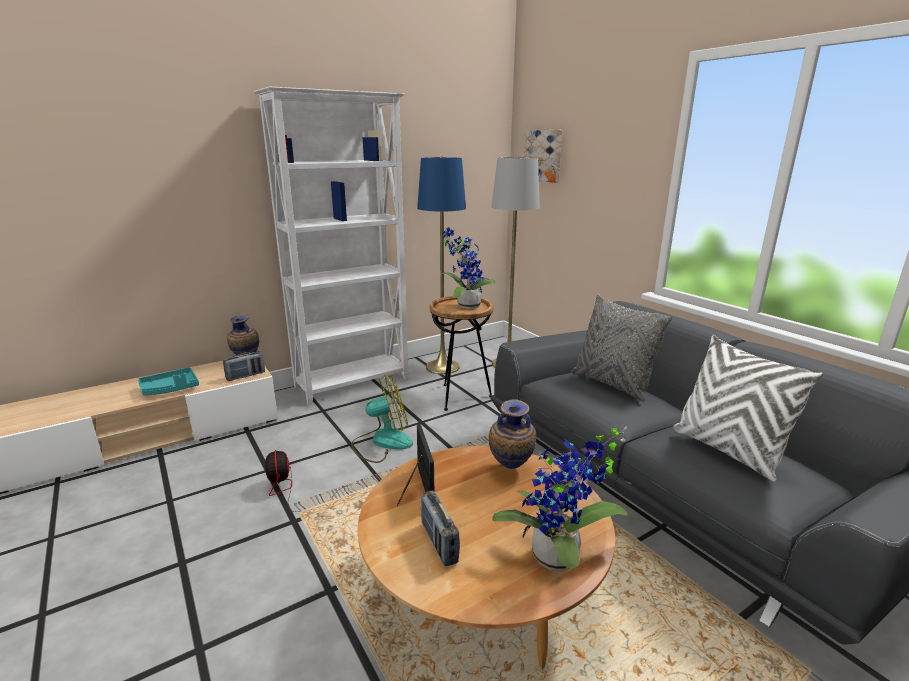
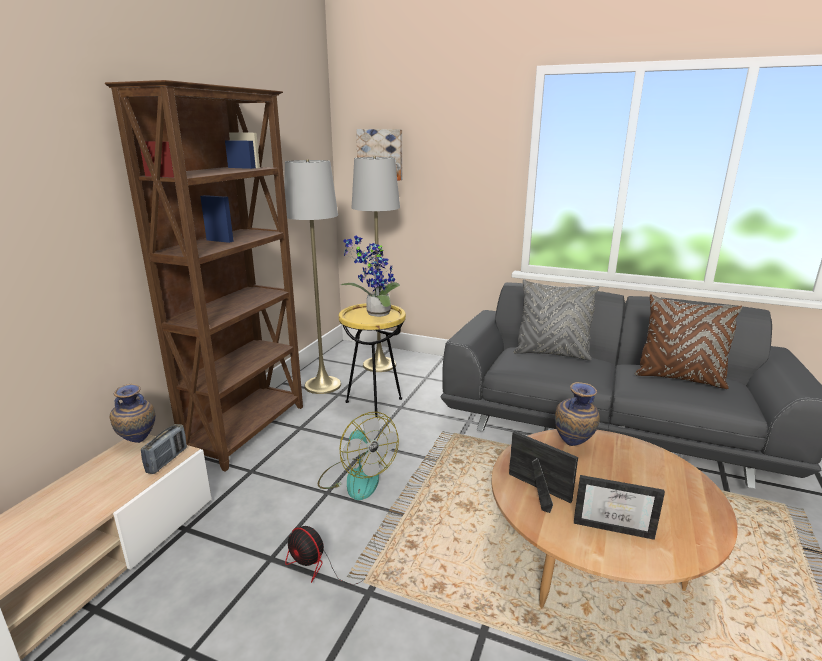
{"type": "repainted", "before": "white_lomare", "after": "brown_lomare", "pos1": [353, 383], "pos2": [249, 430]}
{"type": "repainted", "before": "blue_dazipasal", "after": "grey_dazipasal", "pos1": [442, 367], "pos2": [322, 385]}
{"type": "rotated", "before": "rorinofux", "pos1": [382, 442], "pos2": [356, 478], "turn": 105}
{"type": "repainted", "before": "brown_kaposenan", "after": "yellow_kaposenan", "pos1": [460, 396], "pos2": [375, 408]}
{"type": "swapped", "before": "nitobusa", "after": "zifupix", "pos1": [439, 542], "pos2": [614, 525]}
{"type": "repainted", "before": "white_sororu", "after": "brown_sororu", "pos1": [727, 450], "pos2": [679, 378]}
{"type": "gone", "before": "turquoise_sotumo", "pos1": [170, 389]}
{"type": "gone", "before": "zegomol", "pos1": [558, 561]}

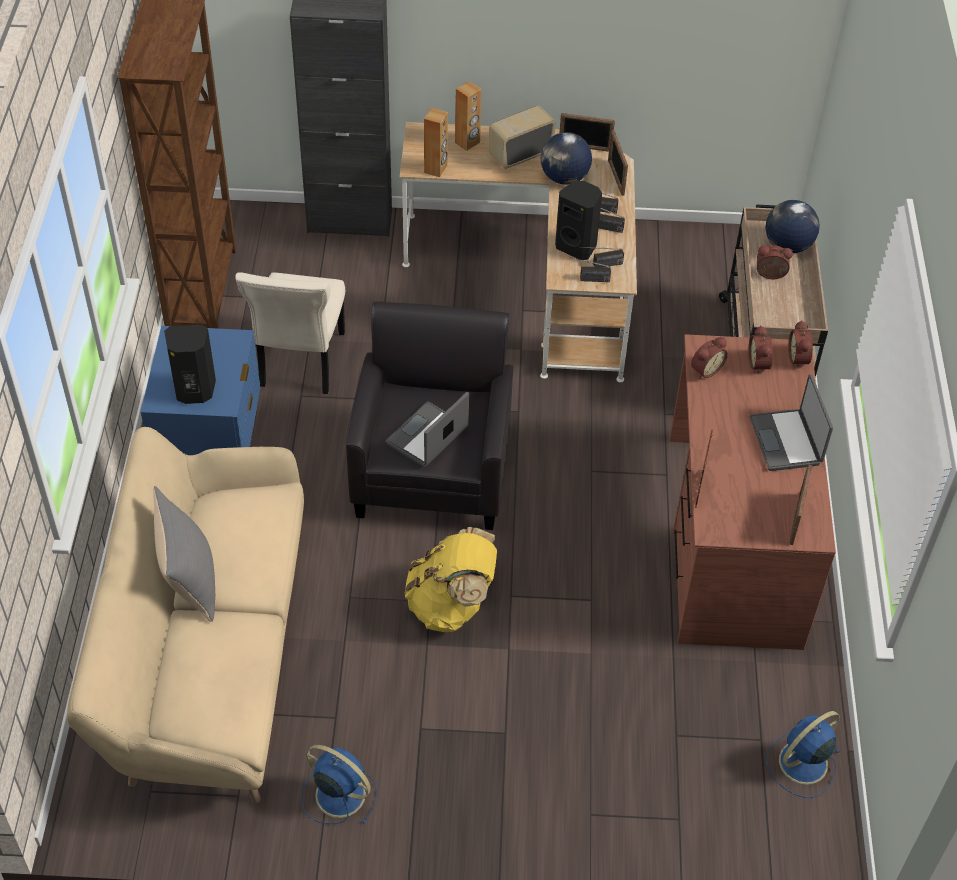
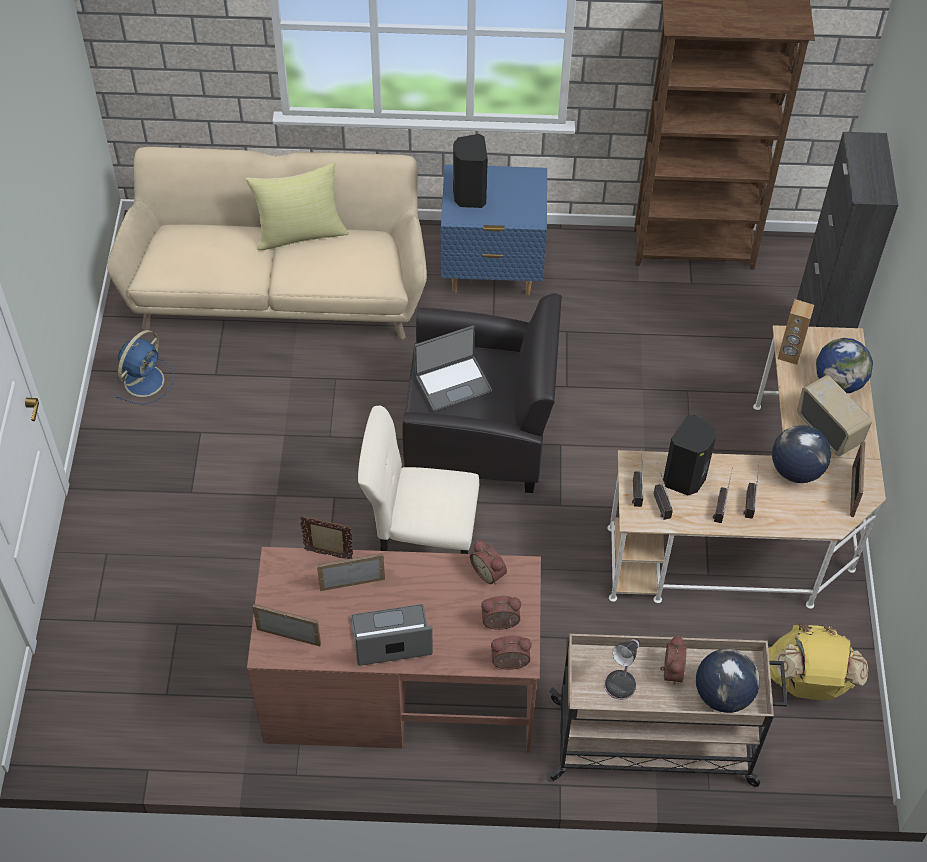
{"type": "repainted", "before": "grey_sororu", "after": "yellow_sororu", "pos1": [189, 579], "pos2": [300, 233]}
{"type": "shifted", "before": "zifupix", "pos1": [616, 177], "pos2": [352, 583]}
{"type": "shifted", "before": "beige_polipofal", "pos1": [300, 362], "pos2": [420, 541]}
{"type": "rotated", "before": "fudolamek", "pos1": [428, 437], "pos2": [453, 383], "turn": 120}
{"type": "new", "after": "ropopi", "pos2": [621, 683]}
{"type": "shifted", "before": "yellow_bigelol", "pos1": [451, 605], "pos2": [808, 681]}
{"type": "swapped", "before": "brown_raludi", "after": "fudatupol", "pos1": [467, 142], "pos2": [838, 382]}
{"type": "gone", "before": "blue_rorinofux", "pos1": [801, 764]}

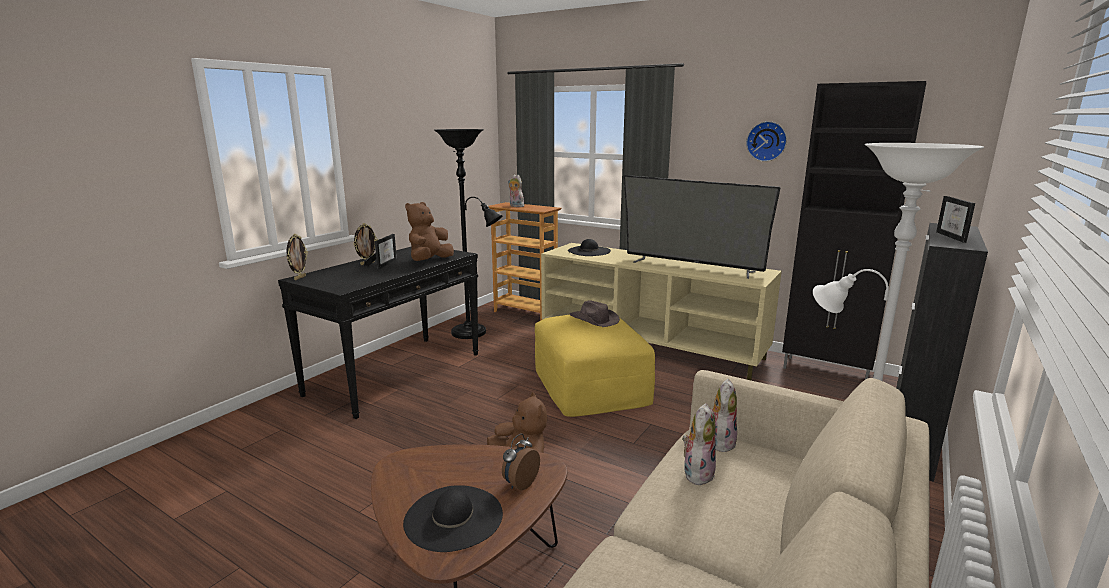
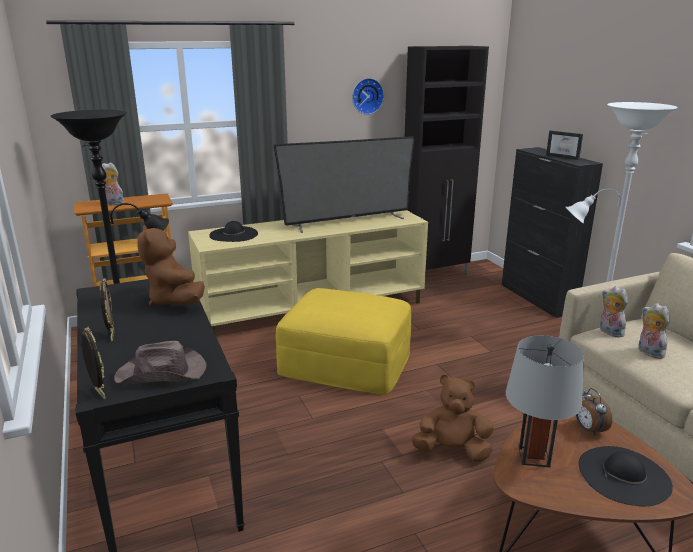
{"type": "shifted", "before": "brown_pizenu", "pos1": [594, 320], "pos2": [162, 373]}
{"type": "new", "after": "grey_ropopi", "pos2": [534, 457]}
{"type": "gone", "before": "zifupix", "pos1": [384, 264]}

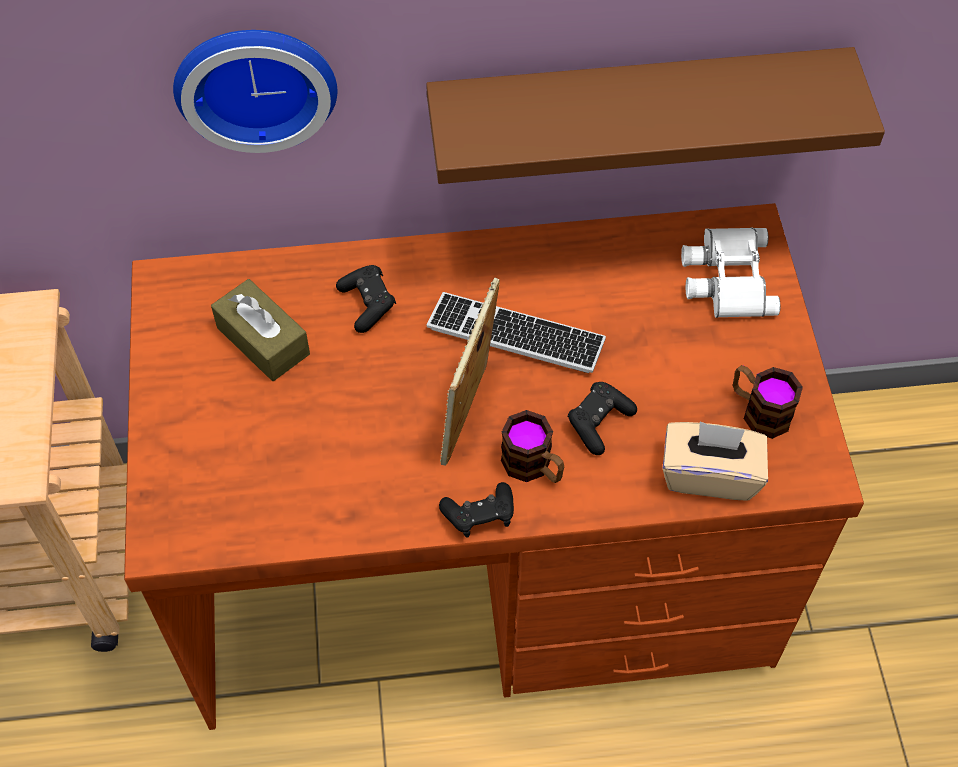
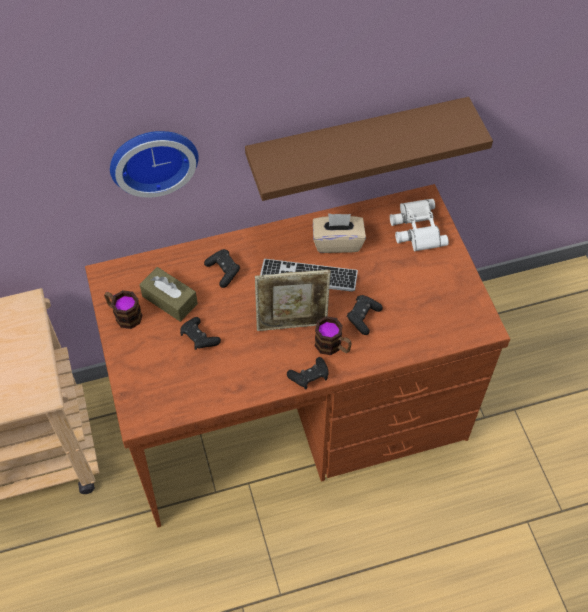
{"type": "shifted", "before": "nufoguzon", "pos1": [758, 411], "pos2": [124, 315]}
{"type": "new", "after": "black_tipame", "pos2": [199, 338]}
{"type": "rotated", "before": "zifupix", "pos1": [469, 415], "pos2": [292, 324], "turn": -105}
{"type": "shifted", "before": "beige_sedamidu", "pos1": [709, 474], "pos2": [337, 242]}

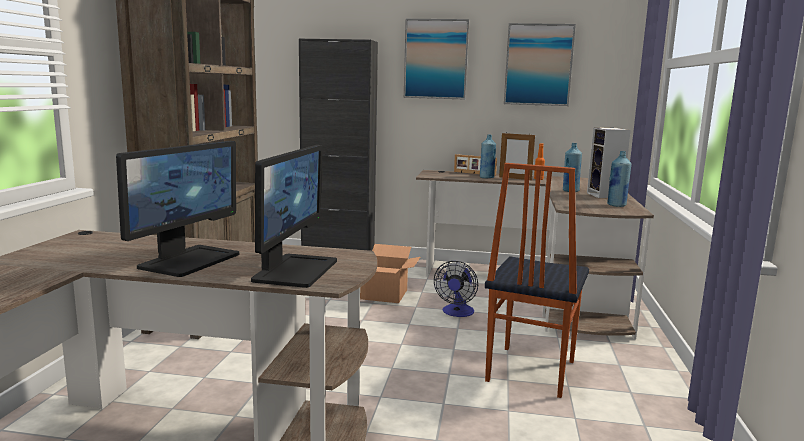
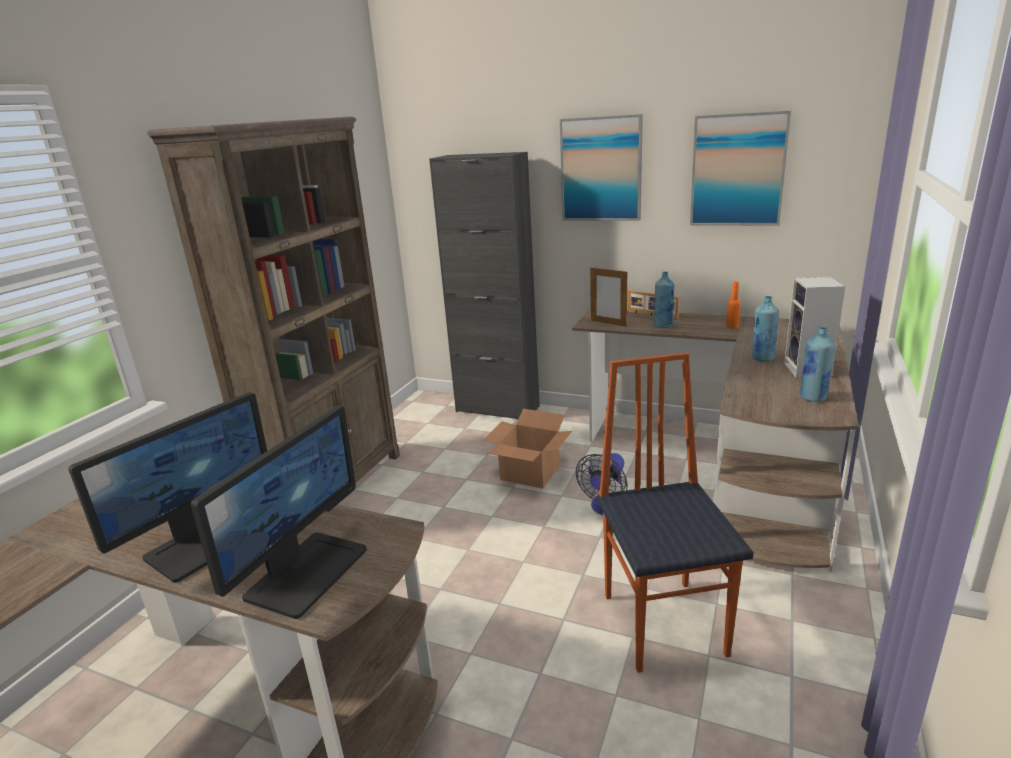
{"type": "shifted", "before": "zifupix", "pos1": [515, 178], "pos2": [608, 323]}
{"type": "rotated", "before": "polipofal", "pos1": [529, 371], "pos2": [665, 623], "turn": 135}

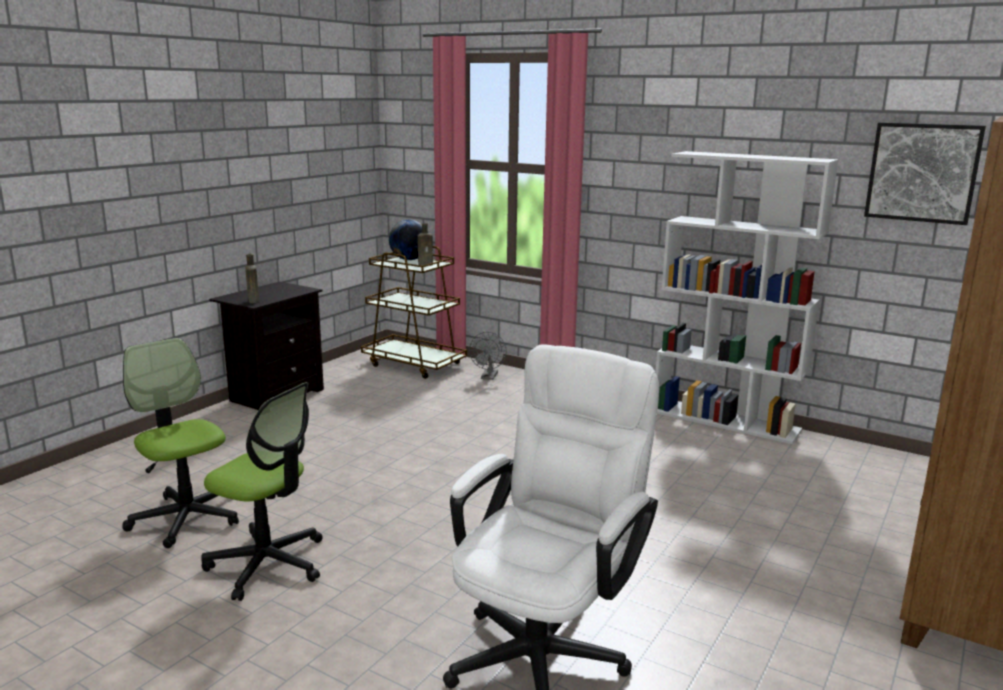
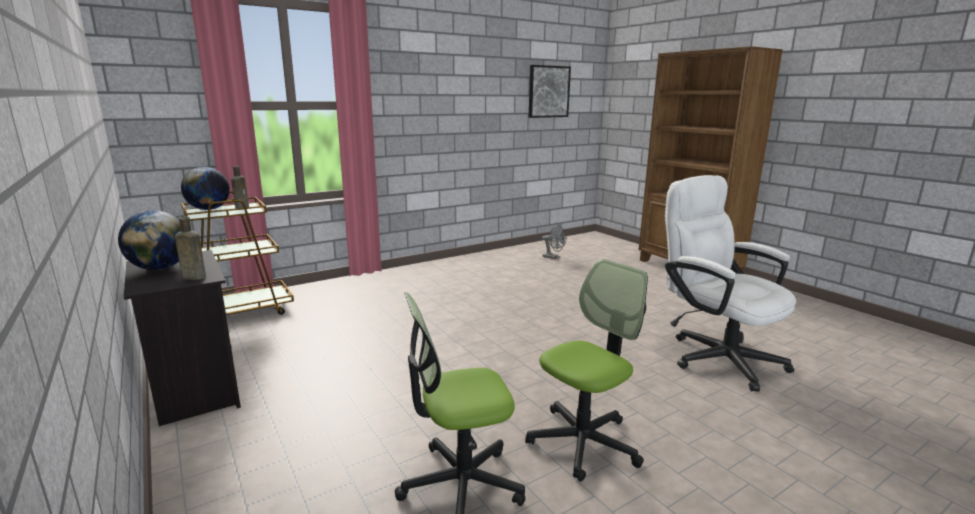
{"type": "new", "after": "fudatupol", "pos2": [160, 268]}
{"type": "shifted", "before": "grey_rorinofux", "pos1": [489, 377], "pos2": [554, 257]}
{"type": "gone", "before": "white_lomare", "pos1": [726, 421]}

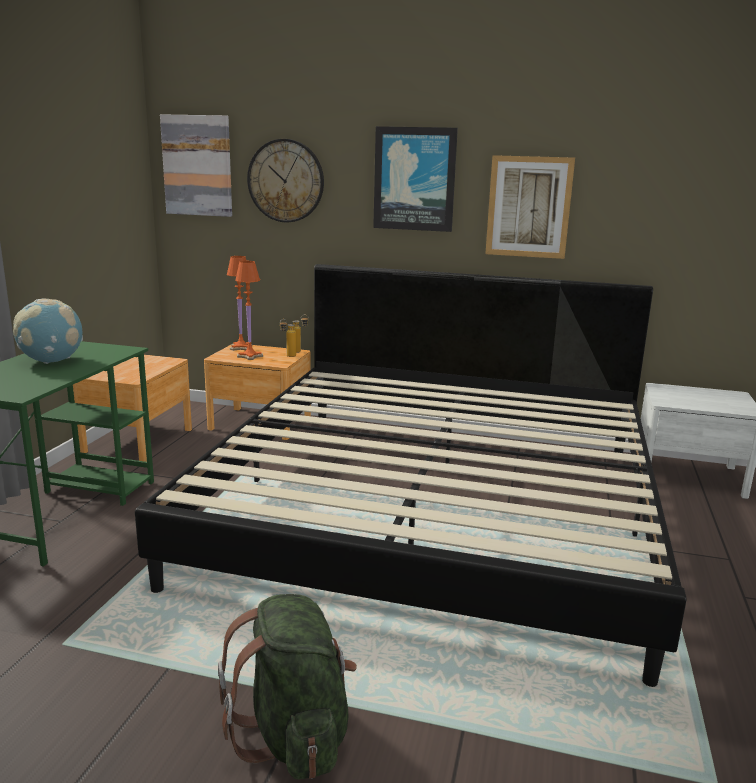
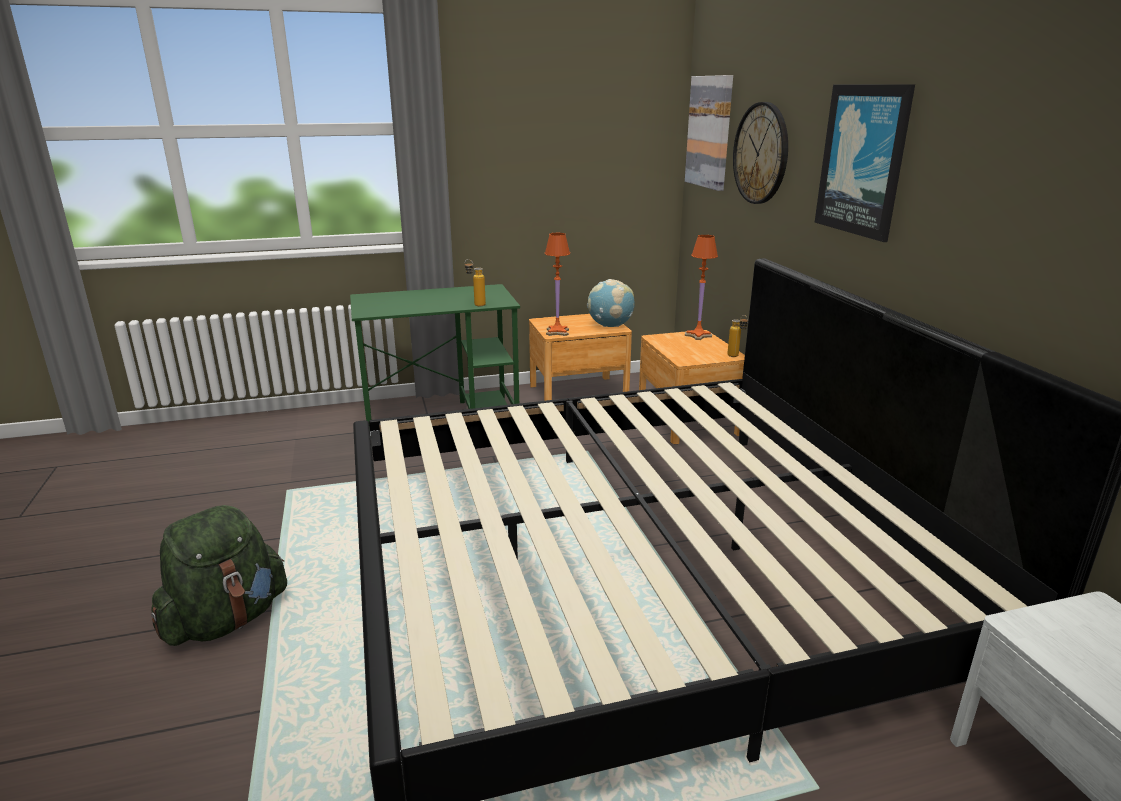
{"type": "shifted", "before": "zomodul", "pos1": [288, 356], "pos2": [475, 304]}
{"type": "shifted", "before": "orange_ropopi", "pos1": [249, 356], "pos2": [557, 332]}
{"type": "shifted", "before": "fudatupol", "pos1": [52, 361], "pos2": [610, 326]}
{"type": "gone", "before": "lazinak", "pos1": [529, 207]}

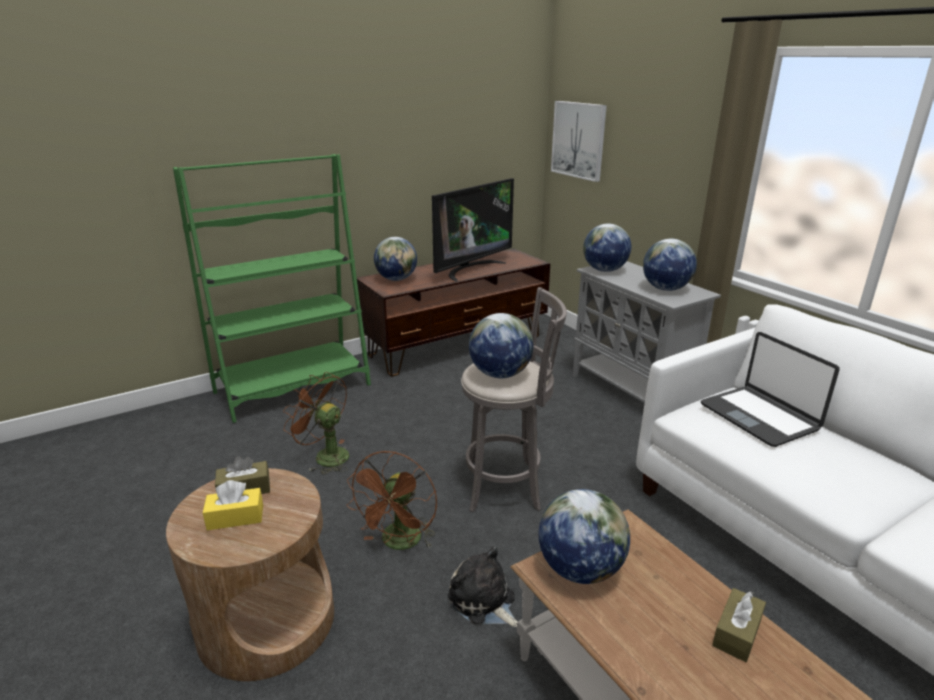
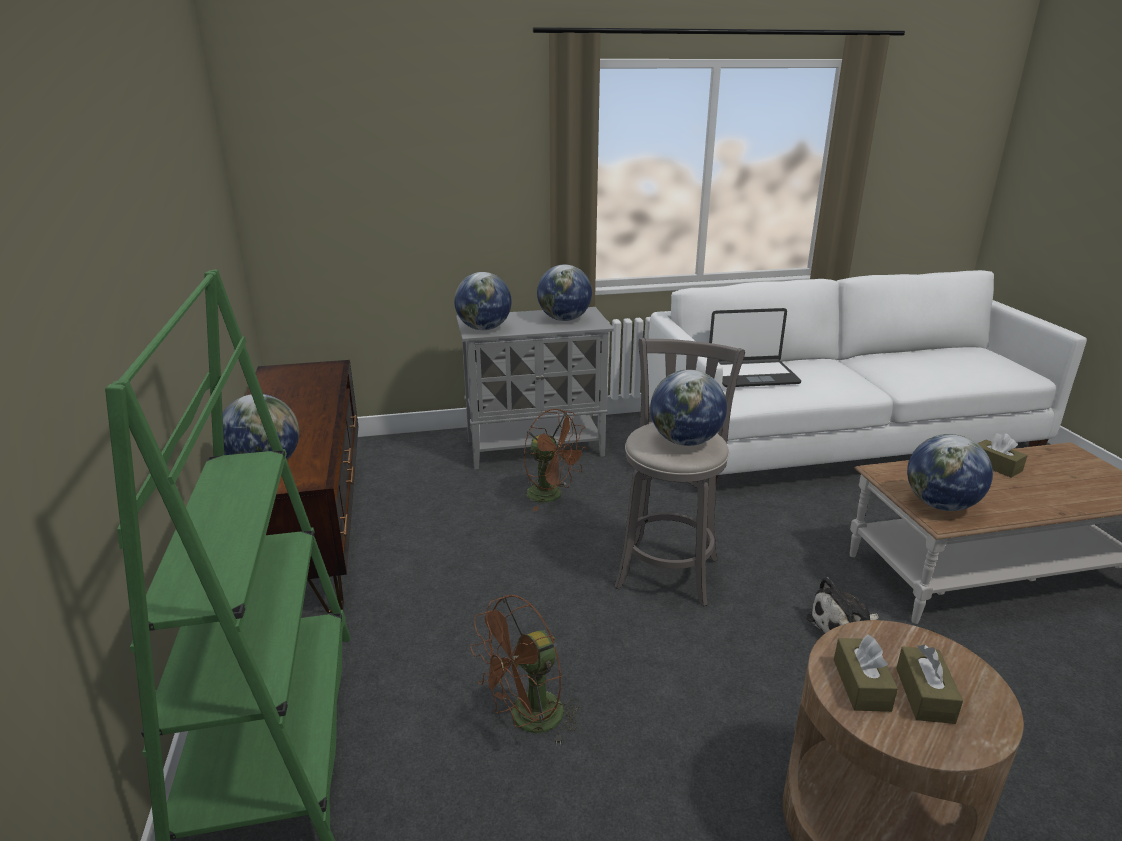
{"type": "shifted", "before": "brown_rorinofux", "pos1": [399, 543], "pos2": [551, 496]}
{"type": "repainted", "before": "yellow_sedamidu", "after": "brown_sedamidu", "pos1": [235, 517], "pos2": [924, 695]}
{"type": "gone", "before": "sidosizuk", "pos1": [471, 269]}
{"type": "gone", "before": "lazinak", "pos1": [578, 140]}

